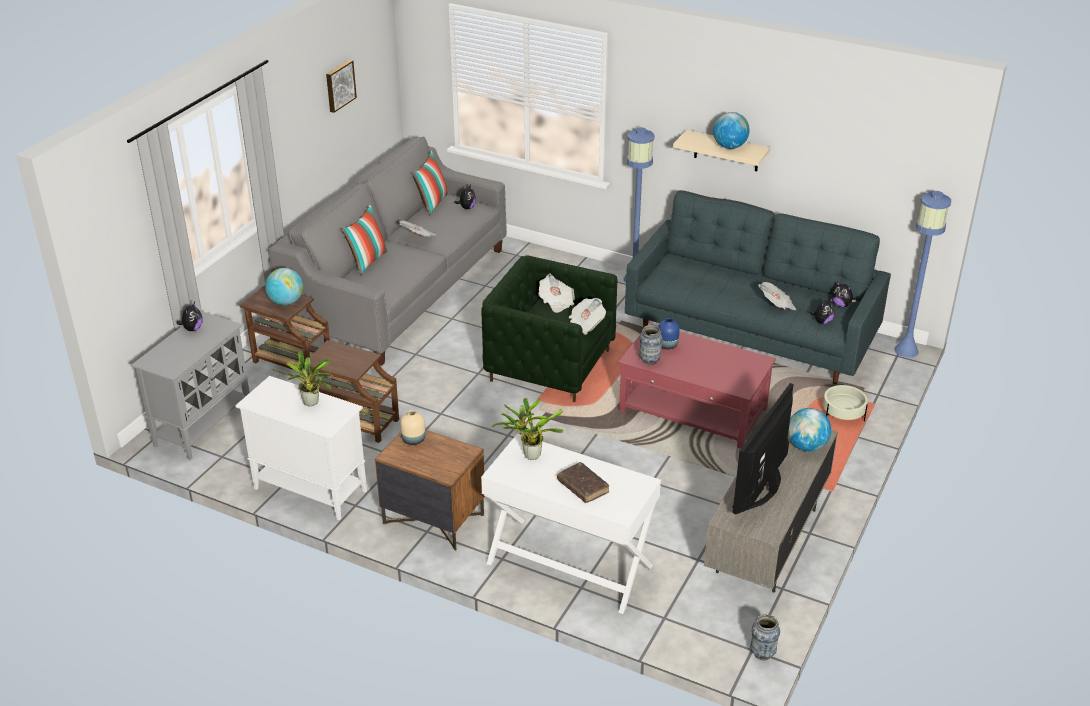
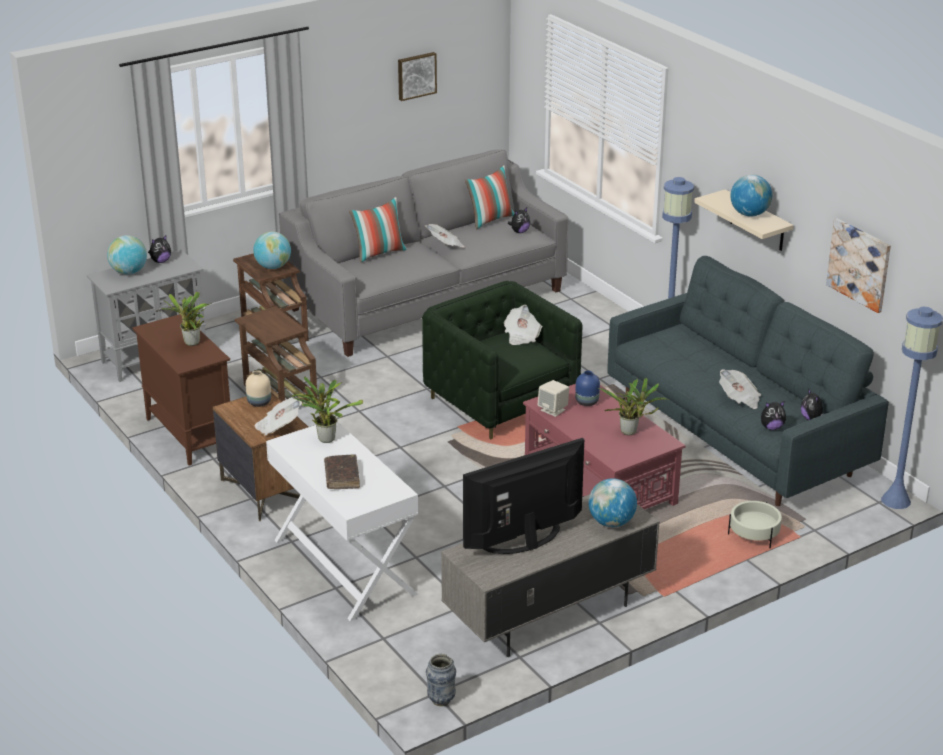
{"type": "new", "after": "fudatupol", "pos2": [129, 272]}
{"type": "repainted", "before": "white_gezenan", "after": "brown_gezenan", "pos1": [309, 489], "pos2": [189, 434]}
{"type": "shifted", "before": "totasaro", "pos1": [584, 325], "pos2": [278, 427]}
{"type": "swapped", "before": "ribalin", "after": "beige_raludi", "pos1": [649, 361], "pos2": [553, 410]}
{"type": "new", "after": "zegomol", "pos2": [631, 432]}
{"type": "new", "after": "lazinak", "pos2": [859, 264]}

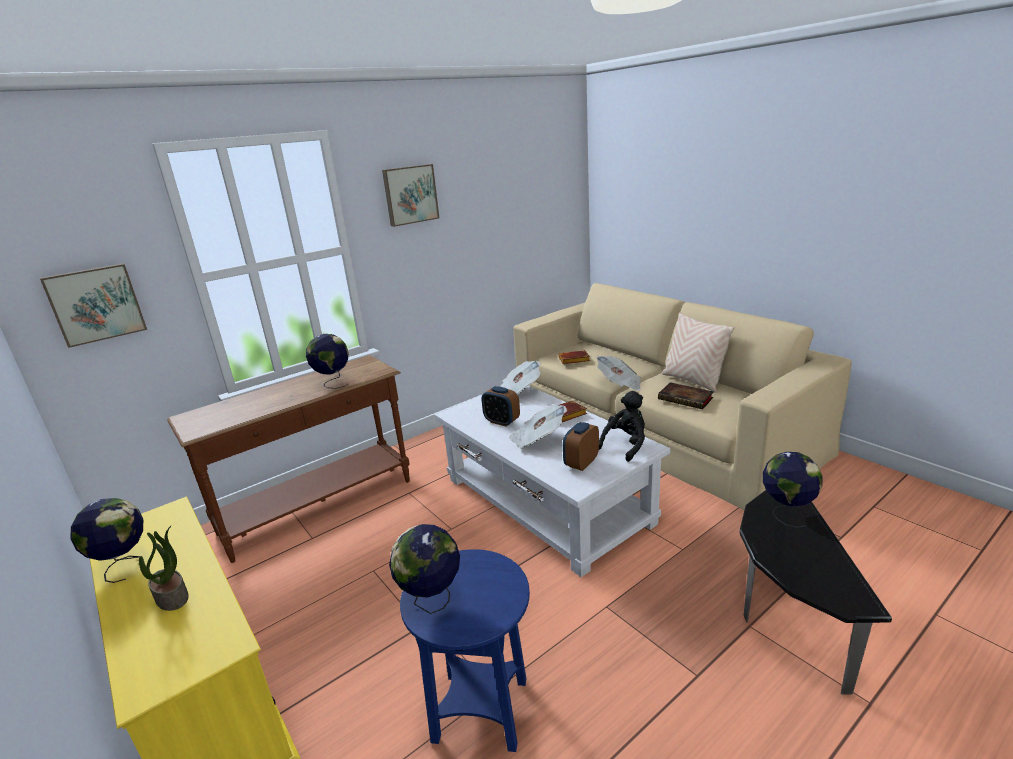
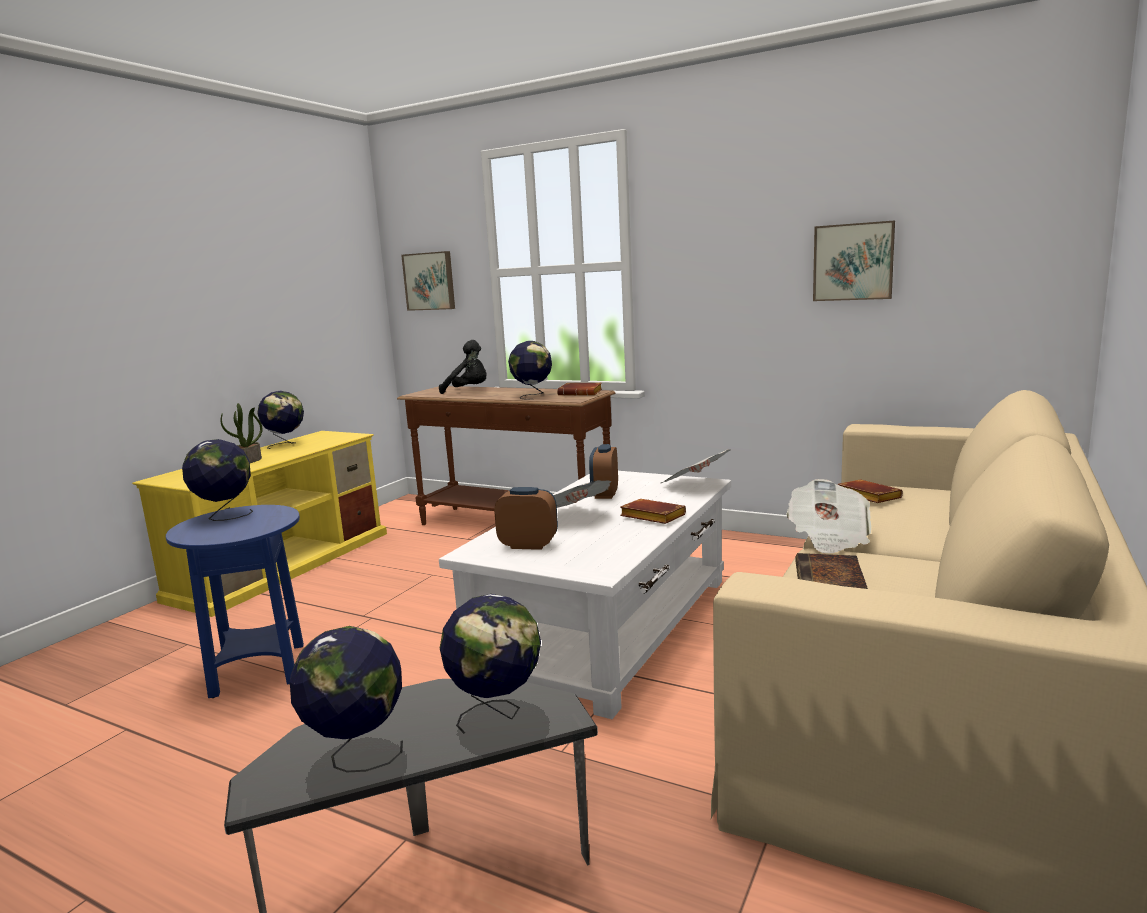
{"type": "new", "after": "fudatupol", "pos2": [357, 754]}
{"type": "shifted", "before": "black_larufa", "pos1": [625, 445], "pos2": [468, 391]}
{"type": "new", "after": "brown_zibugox", "pos2": [581, 393]}
{"type": "shifted", "before": "lazinak", "pos1": [410, 194], "pos2": [853, 262]}
{"type": "gone", "before": "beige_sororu", "pos1": [693, 381]}

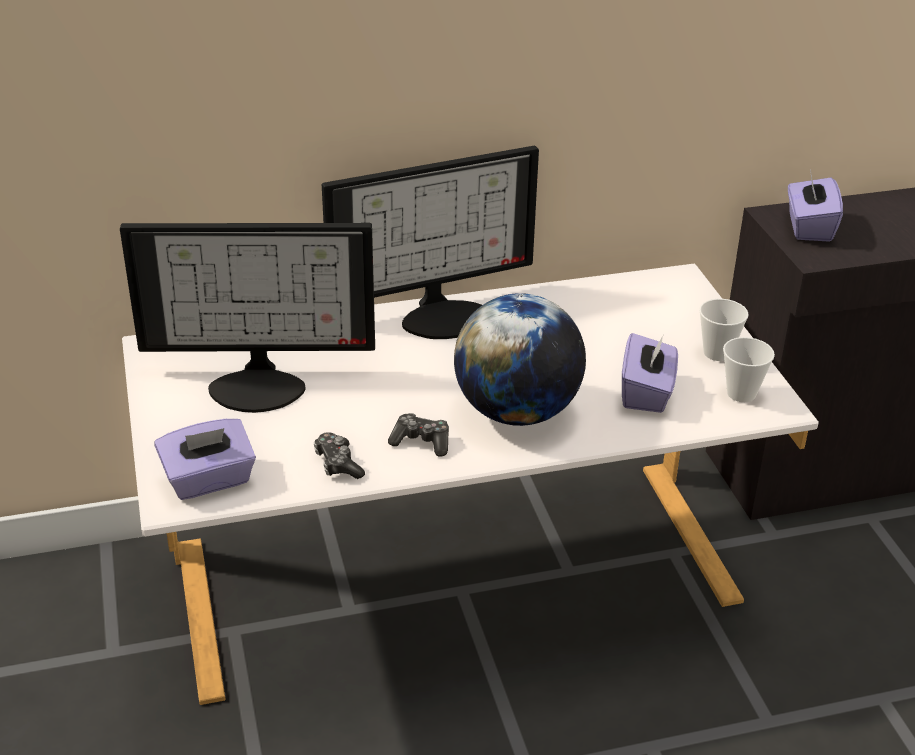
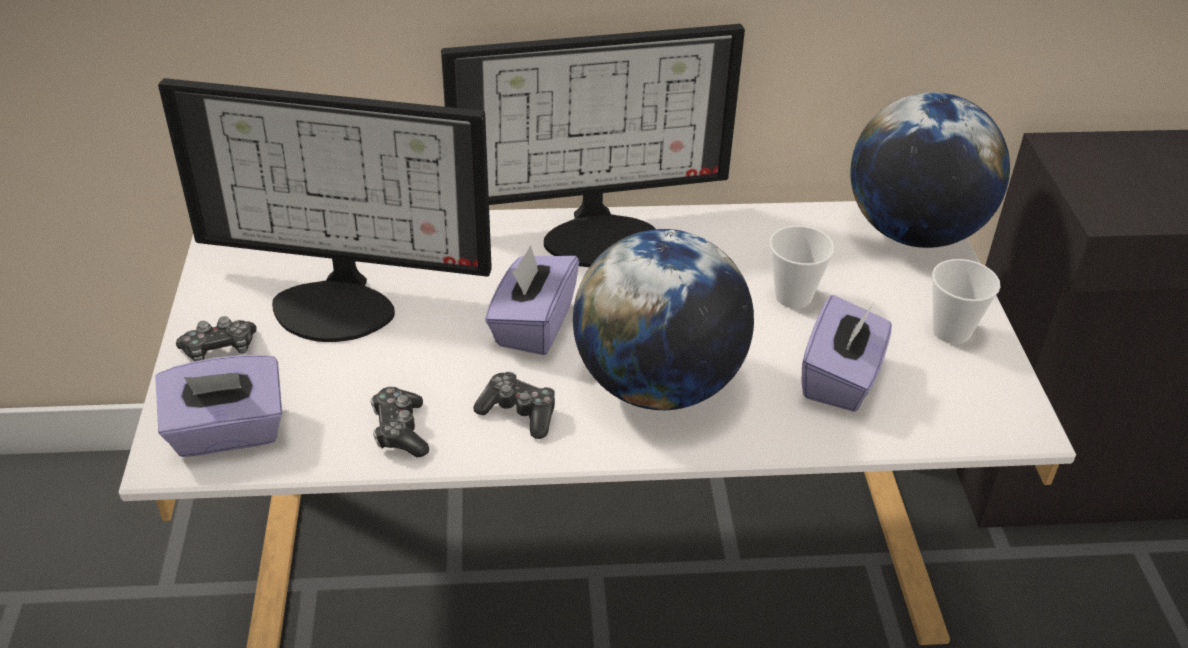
{"type": "new", "after": "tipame", "pos2": [219, 349]}
{"type": "shifted", "before": "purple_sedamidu", "pos1": [808, 227], "pos2": [533, 325]}
{"type": "shifted", "before": "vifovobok", "pos1": [741, 393], "pos2": [793, 296]}
{"type": "new", "after": "fudatupol", "pos2": [914, 233]}

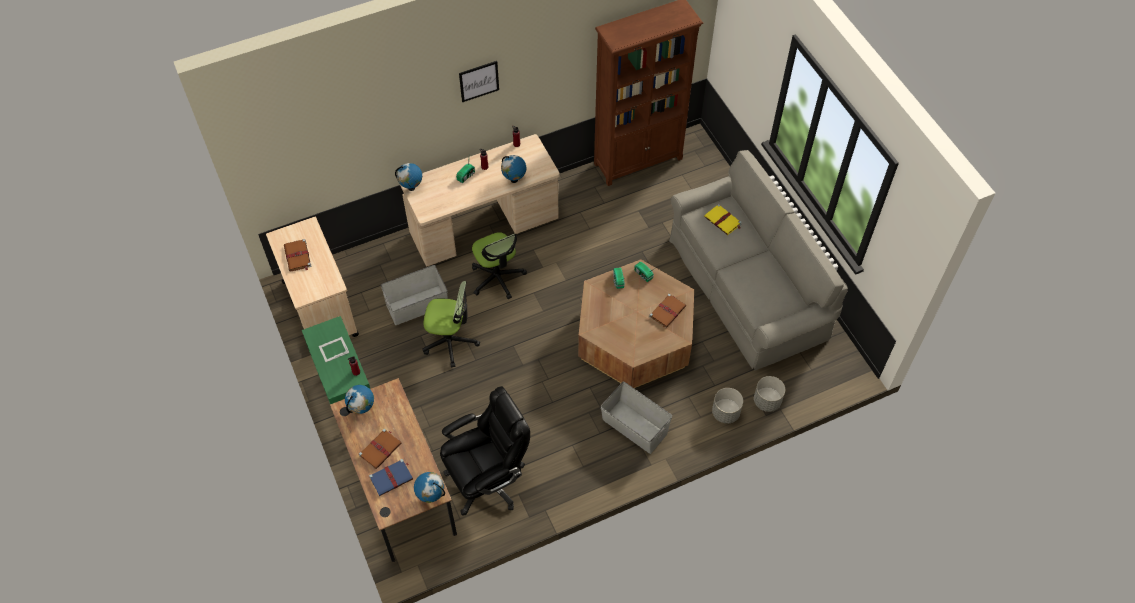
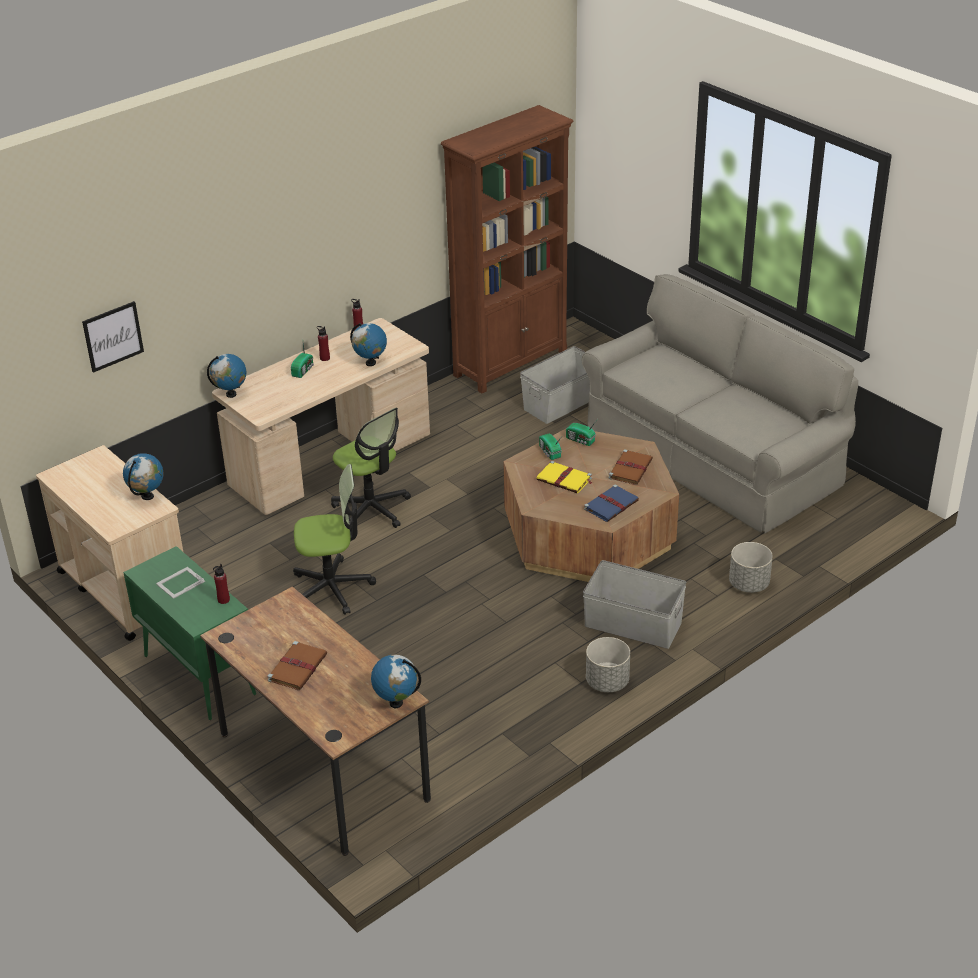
{"type": "shifted", "before": "lazinak", "pos1": [479, 81], "pos2": [113, 336]}
{"type": "shifted", "before": "fudatupol", "pos1": [362, 409], "pos2": [147, 496]}
{"type": "shifted", "before": "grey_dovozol", "pos1": [417, 305], "pos2": [561, 402]}
{"type": "shifted", "before": "yellow_zibugox", "pos1": [723, 221], "pos2": [565, 479]}
{"type": "shifted", "before": "blue_zibugox", "pos1": [392, 478], "pos2": [611, 505]}
{"type": "shifted", "before": "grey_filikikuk", "pos1": [767, 401], "pos2": [607, 682]}
{"type": "gone", "before": "brown_zibugox", "pos1": [298, 257]}
{"type": "gone", "before": "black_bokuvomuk", "pos1": [487, 479]}

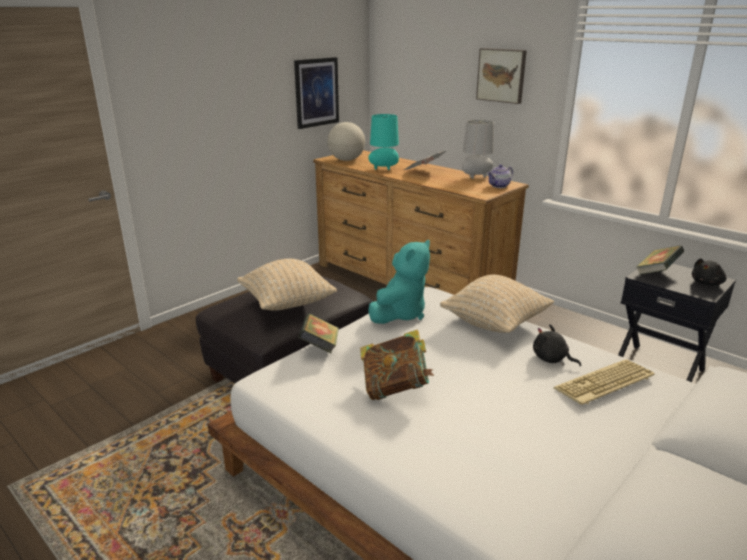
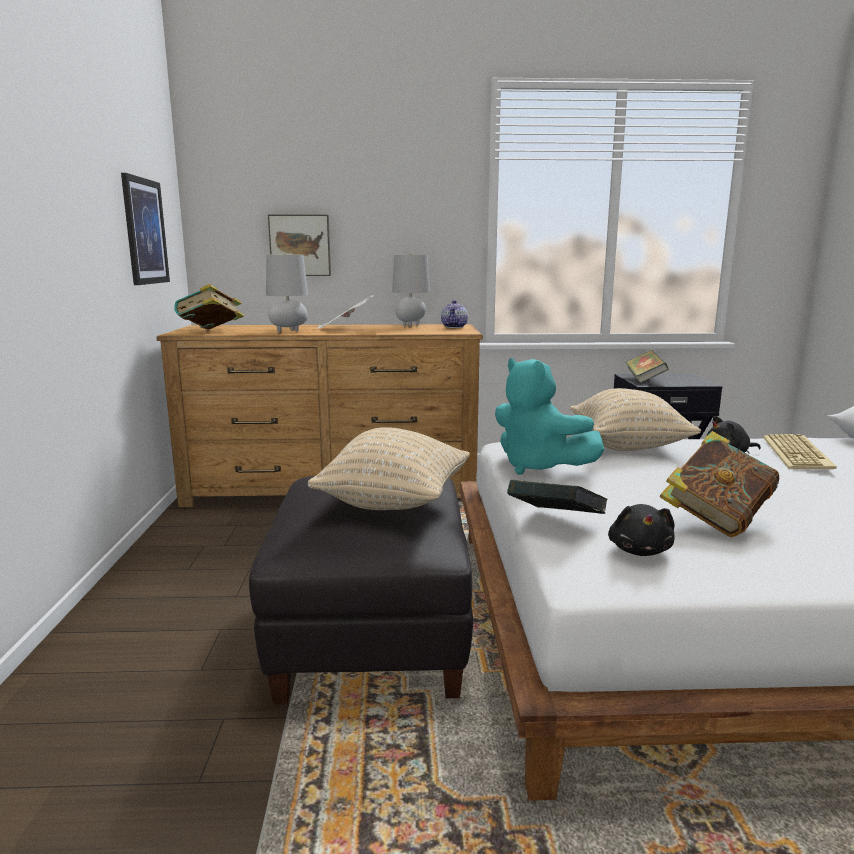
{"type": "swapped", "before": "fudatupol", "after": "zibugox", "pos1": [346, 160], "pos2": [211, 331]}
{"type": "repainted", "before": "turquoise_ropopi", "after": "grey_ropopi", "pos1": [384, 169], "pos2": [289, 331]}
{"type": "shifted", "before": "lazinak", "pos1": [502, 75], "pos2": [300, 245]}
{"type": "rotated", "before": "turquoise_larufa", "pos1": [400, 314], "pos2": [538, 467], "turn": 150}
{"type": "shifted", "before": "black_larufa", "pos1": [707, 283], "pos2": [639, 550]}

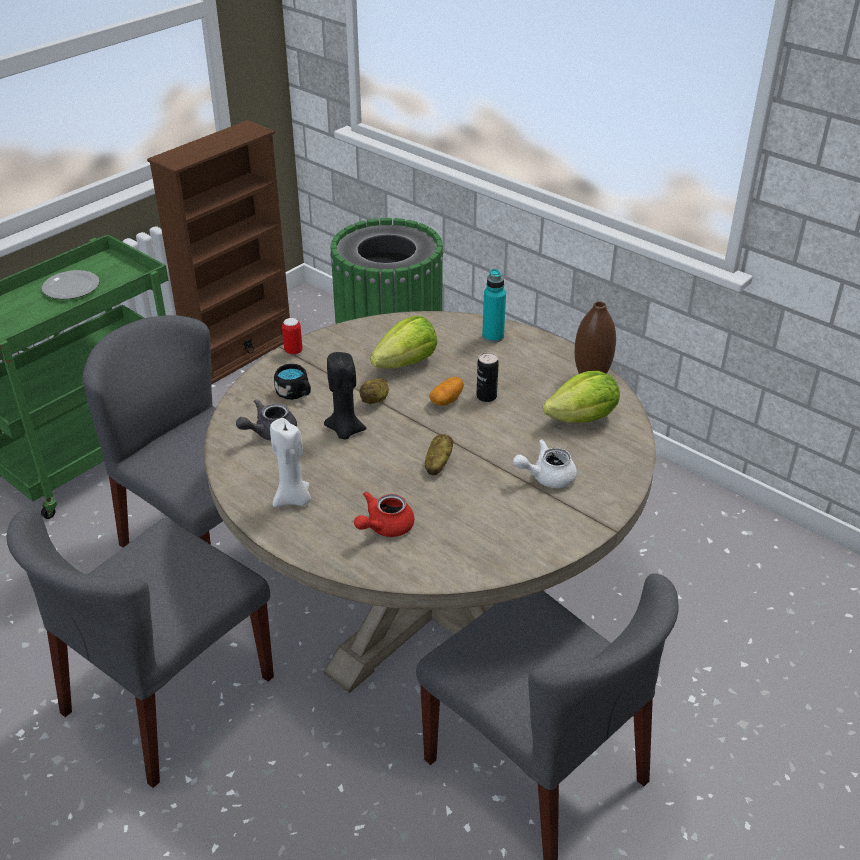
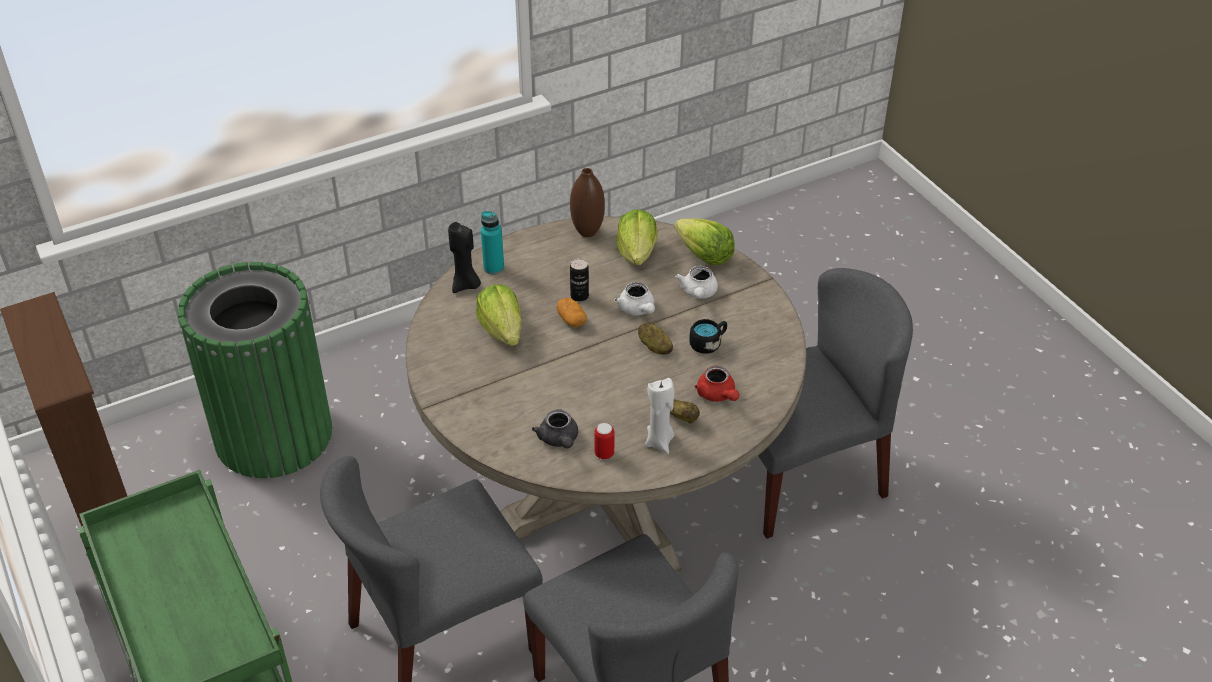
{"type": "shifted", "before": "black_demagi", "pos1": [345, 431], "pos2": [466, 285]}
{"type": "shifted", "before": "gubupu", "pos1": [293, 351], "pos2": [604, 454]}
{"type": "new", "after": "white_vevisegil", "pos2": [637, 310]}
{"type": "shifted", "before": "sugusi", "pos1": [375, 400], "pos2": [681, 417]}
{"type": "new", "after": "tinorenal", "pos2": [704, 255]}
{"type": "shifted", "before": "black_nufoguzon", "pos1": [295, 394], "pos2": [708, 343]}
{"type": "gone", "before": "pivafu", "pos1": [71, 287]}

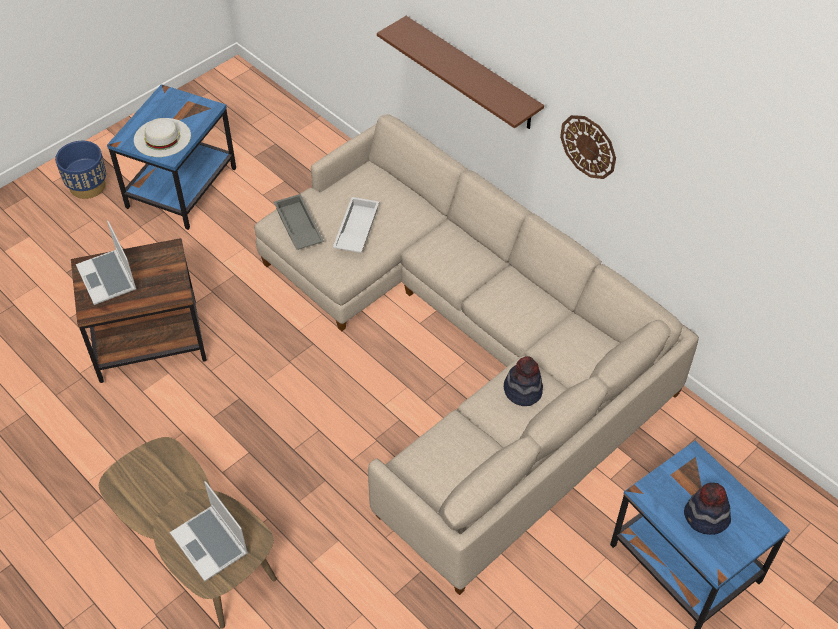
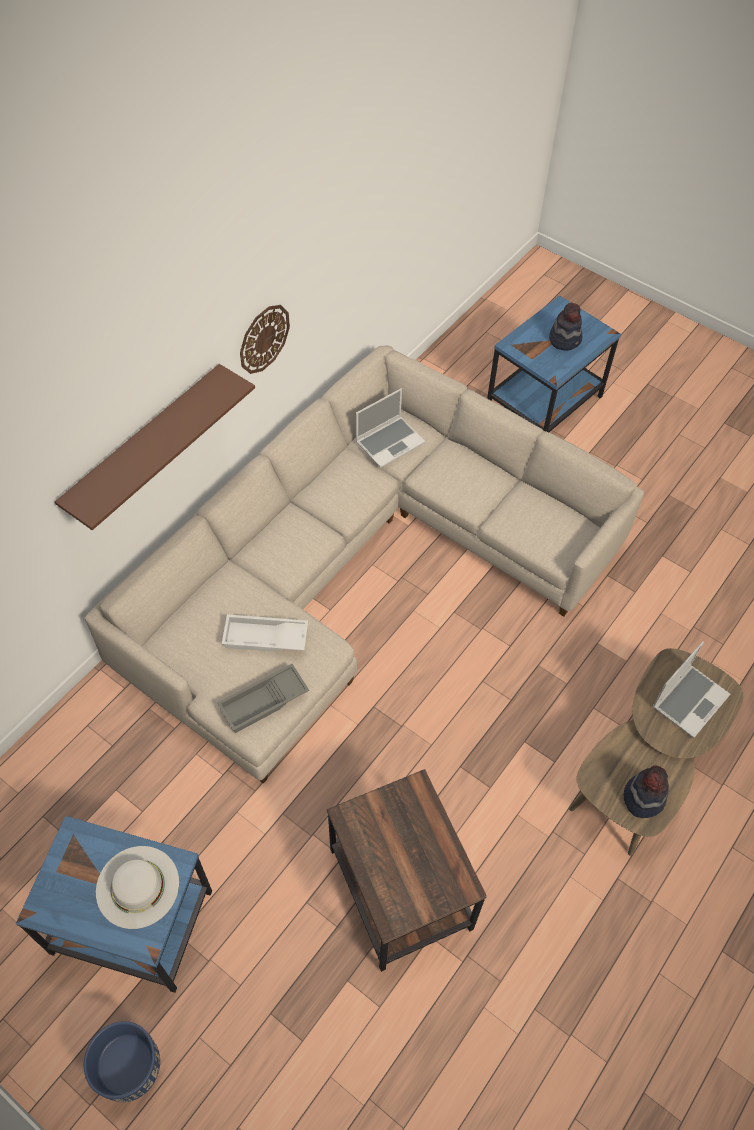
{"type": "shifted", "before": "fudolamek", "pos1": [108, 278], "pos2": [390, 442]}
{"type": "shifted", "before": "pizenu", "pos1": [522, 390], "pos2": [643, 797]}

